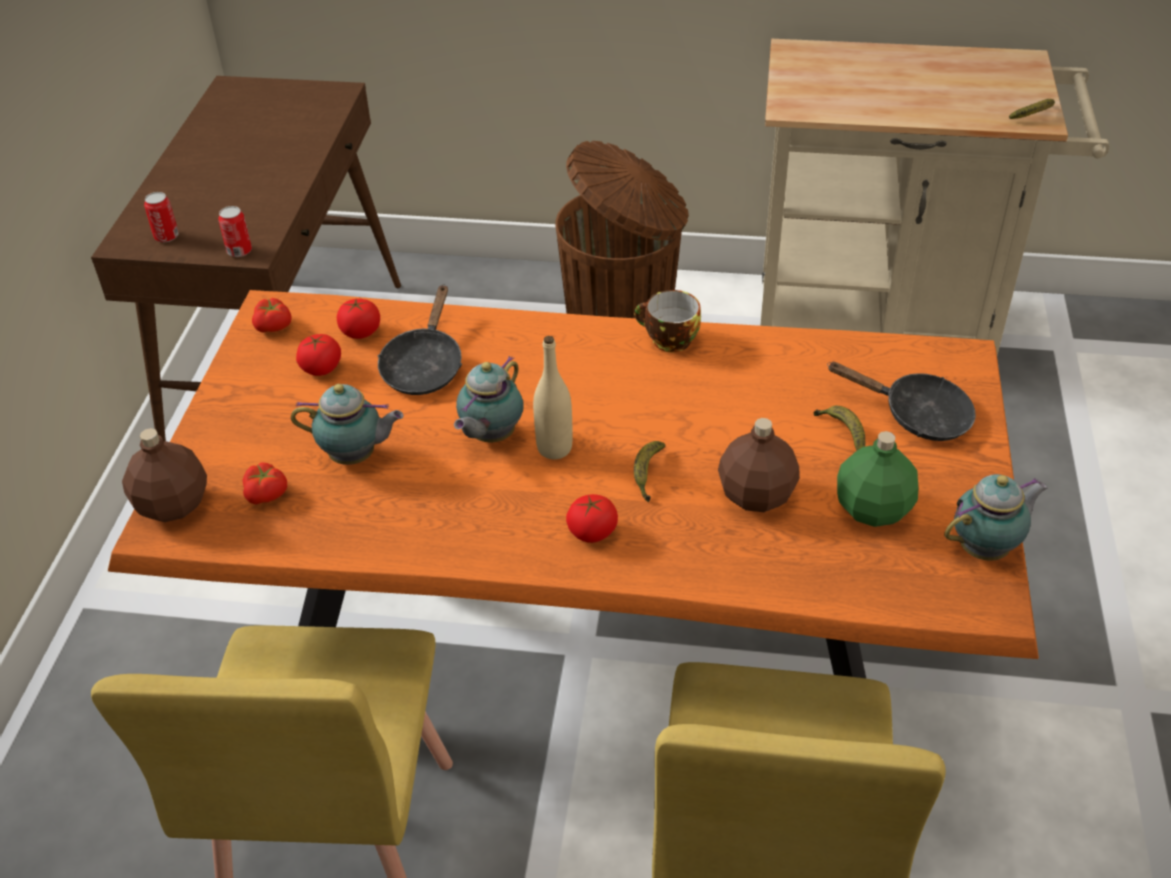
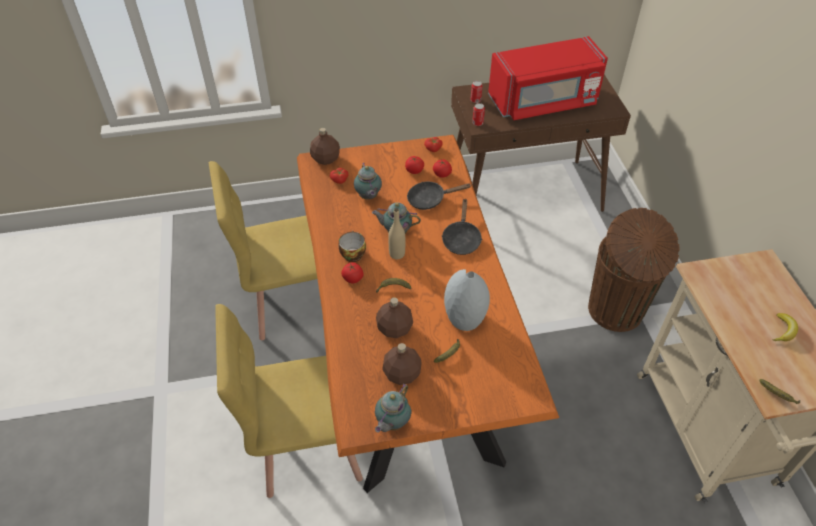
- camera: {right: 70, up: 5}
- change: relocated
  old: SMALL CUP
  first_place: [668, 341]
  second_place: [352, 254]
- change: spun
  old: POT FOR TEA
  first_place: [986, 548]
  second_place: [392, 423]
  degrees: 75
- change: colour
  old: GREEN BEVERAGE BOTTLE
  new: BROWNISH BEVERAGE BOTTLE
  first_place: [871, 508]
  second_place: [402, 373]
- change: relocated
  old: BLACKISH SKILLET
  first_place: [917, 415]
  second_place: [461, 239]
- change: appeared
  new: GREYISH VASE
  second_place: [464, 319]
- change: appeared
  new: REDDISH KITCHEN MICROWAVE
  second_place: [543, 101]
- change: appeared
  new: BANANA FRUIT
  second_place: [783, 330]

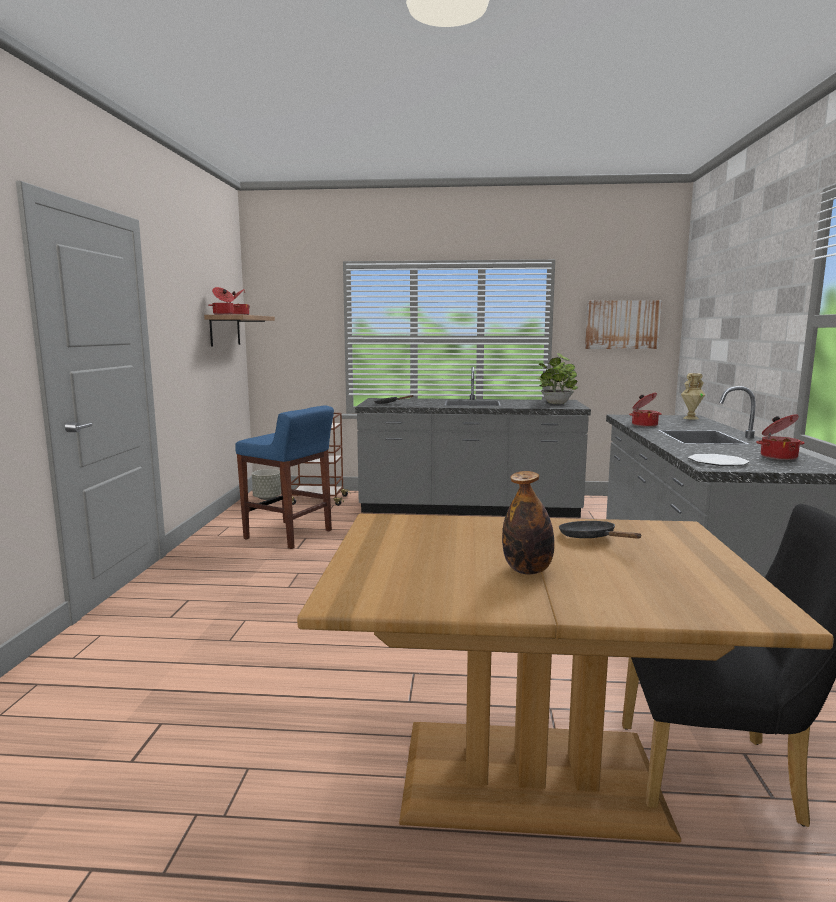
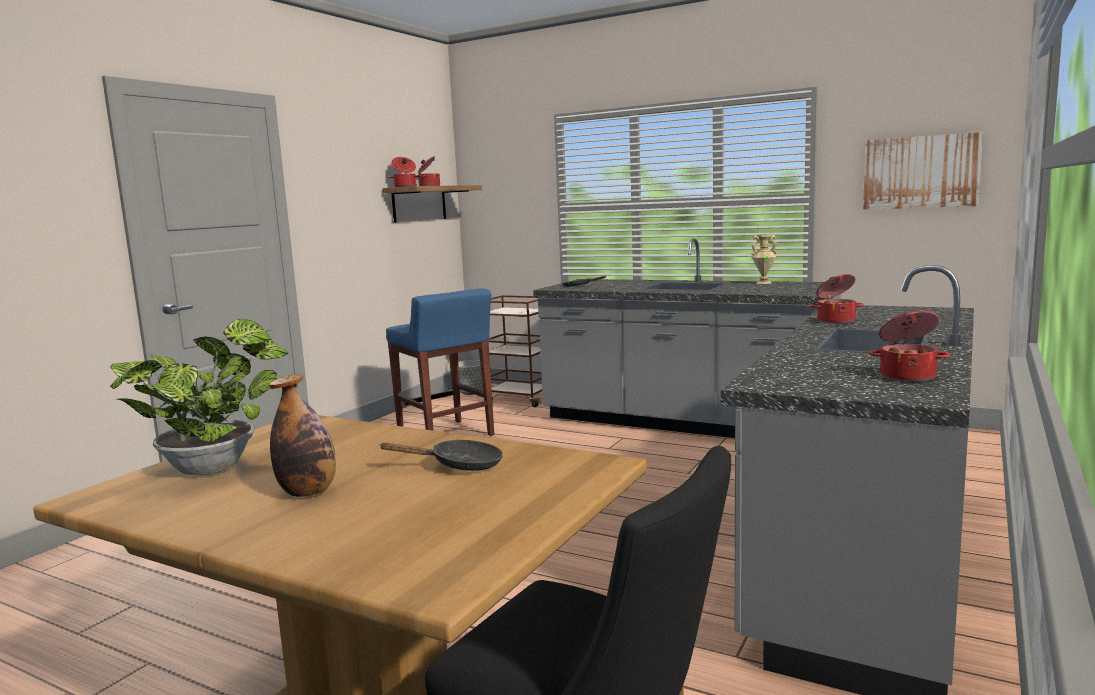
- camera: {right: 25, up: 0}
- change: relocated
  old: PLANT IN A POT
  first_place: [556, 403]
  second_place: [216, 466]
- change: spun
  old: BLACKISH SKILLET
  first_place: [591, 538]
  second_place: [459, 465]
  degrees: 90
- change: relocated
  old: SAND-COLOURED VASE
  first_place: [690, 418]
  second_place: [763, 283]
- change: missing
  old: PLATE
  first_place: [717, 462]

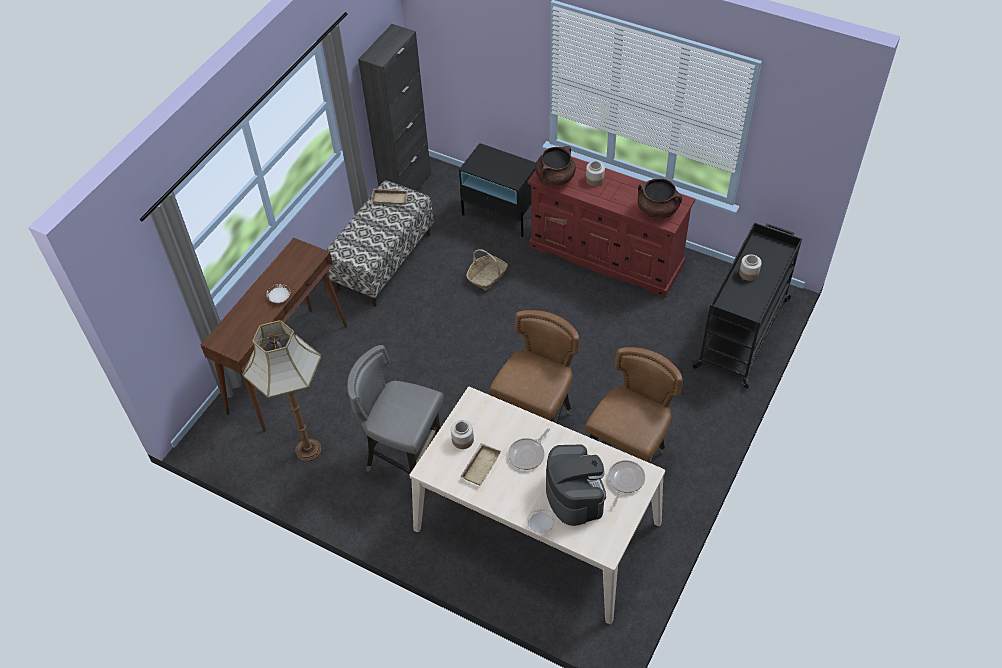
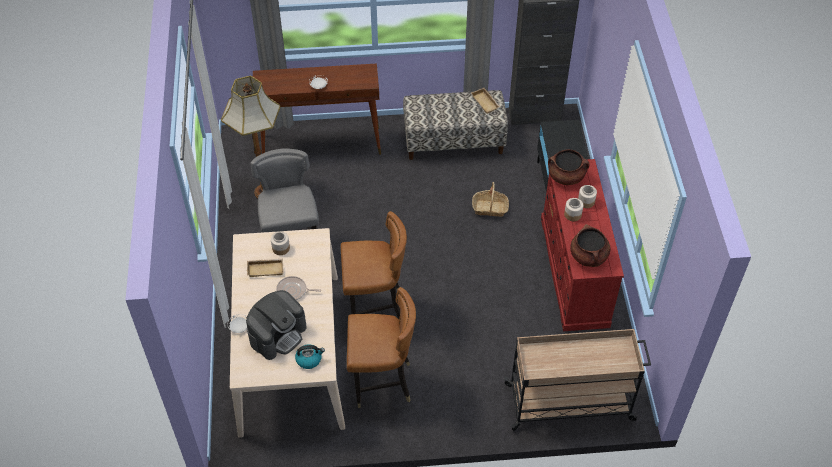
- camera: {right: 55, up: 0}
- change: exchanged
  old: SKILLET
  new: WATER KETTLE
  first_place: [625, 480]
  second_place: [309, 359]
- change: colour
  old: BLACKISH TROLLEY
  new: SAND-COLOURED TROLLEY
  first_place: [743, 332]
  second_place: [571, 402]
- change: relocated
  old: JAR
  first_place: [748, 273]
  second_place: [572, 214]

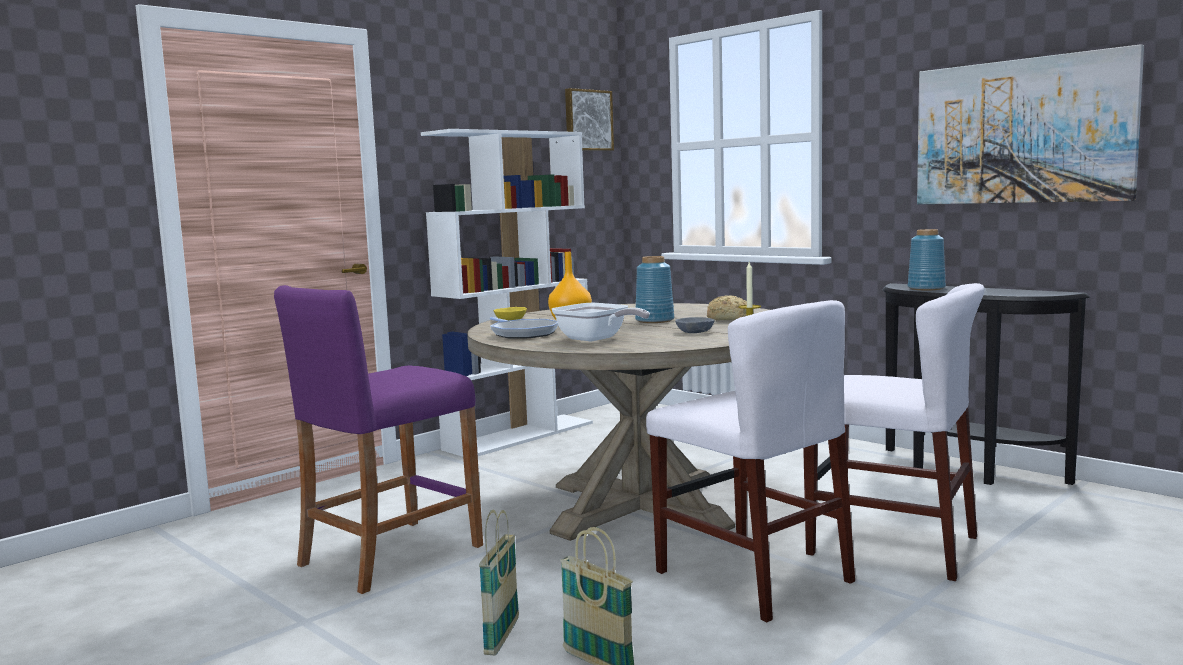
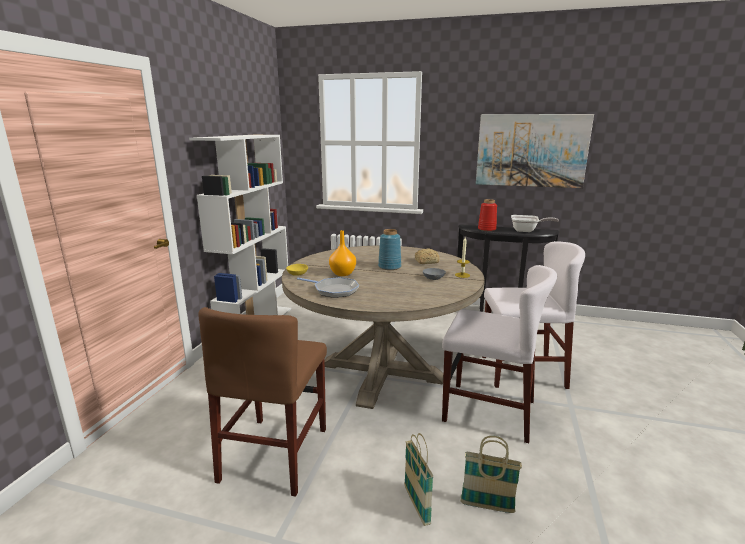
- camera: {right: -30, up: 10}
- change: exchanged
  old: PURPLE-COLOURED SITTING STOOL
  new: BROWNISH PLAIN CHAIR
  first_place: [390, 555]
  second_place: [275, 453]
- change: colour
  old: BLUE VASE
  new: REDDISH VASE
  first_place: [927, 288]
  second_place: [487, 229]
- change: relocated
  old: SKILLET
  first_place: [596, 339]
  second_place: [527, 231]
- change: missing
  old: PICTURE
  first_place: [587, 120]

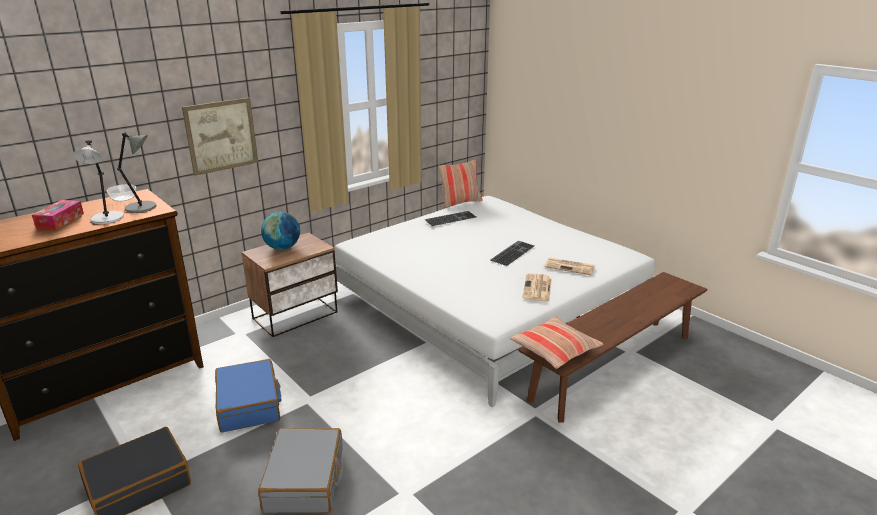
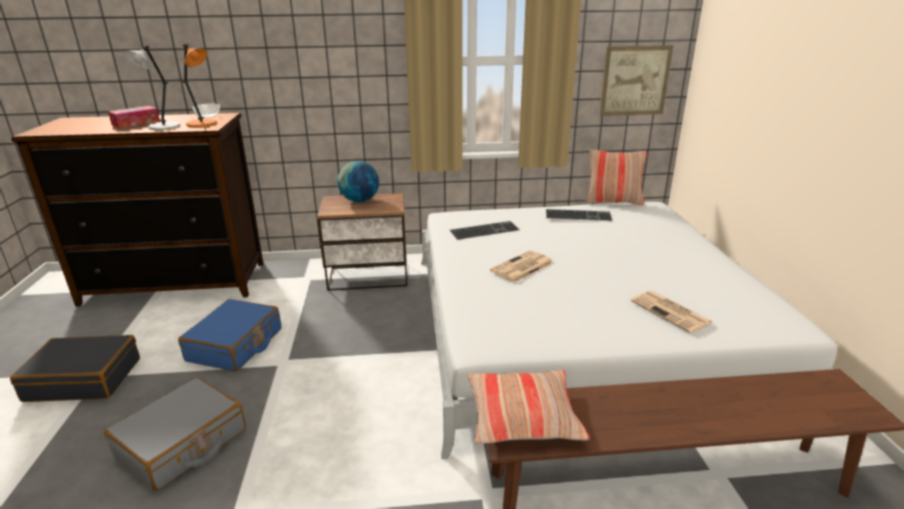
- camera: {right: 35, up: 0}
- change: colour
  old: GREYISH LAMP FOR A TABLE
  new: ORANGE LAMP FOR A TABLE
  first_place: [143, 207]
  second_place: [203, 124]
- change: relocated
  old: COMPUTER KEYBOARD
  first_place: [512, 252]
  second_place: [484, 230]
- change: relocated
  old: PRINTED PAPER
  first_place: [537, 288]
  second_place: [522, 267]
- change: relocated
  old: PICTURE
  first_place: [221, 136]
  second_place: [635, 81]

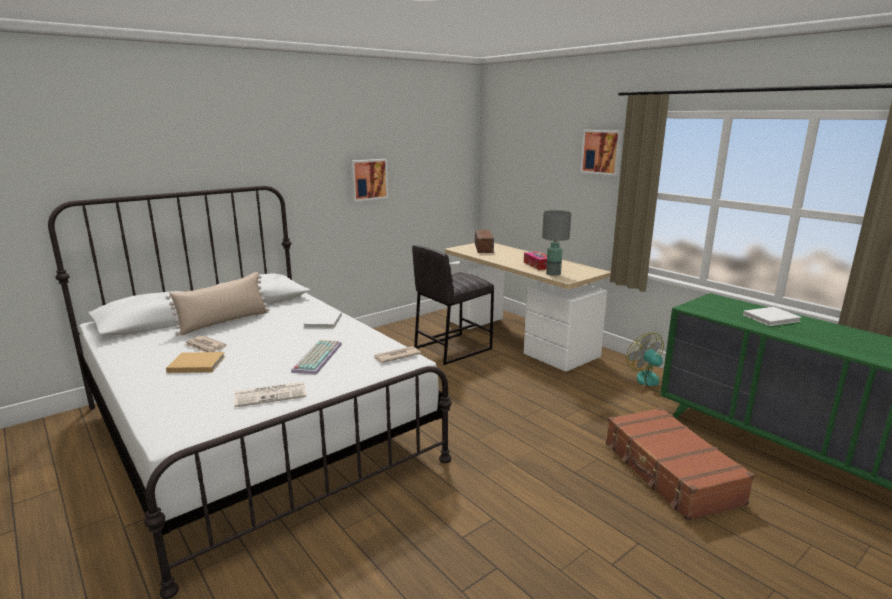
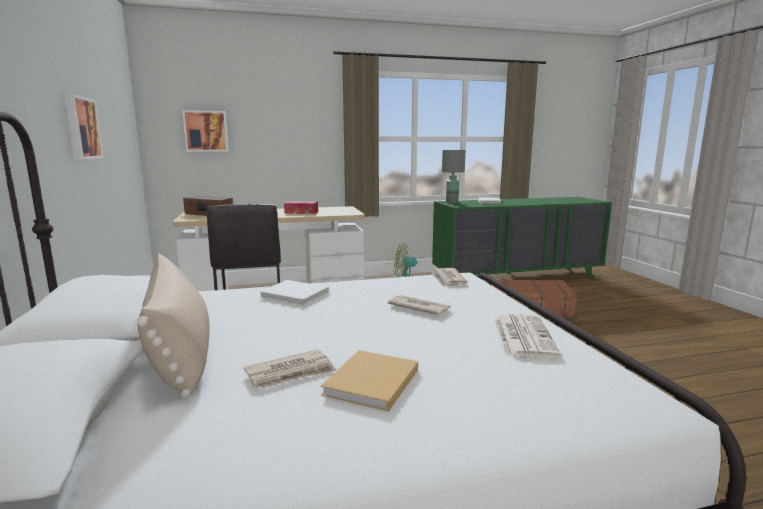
- camera: {right: -65, up: -5}
- change: relocated
  old: PICTURE
  first_place: [602, 152]
  second_place: [206, 131]
- change: exchanged
  old: COMPUTER KEYBOARD
  new: PRINTED PAPER
  first_place: [316, 357]
  second_place: [418, 307]
- change: relocated
  old: GREYISH LAMP FOR A TABLE
  first_place: [553, 273]
  second_place: [452, 202]

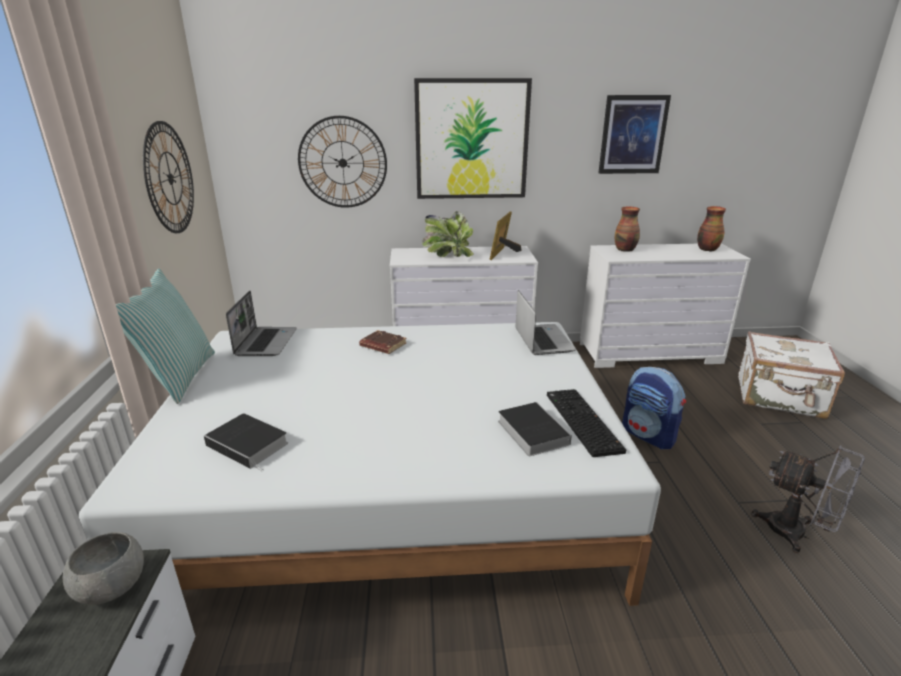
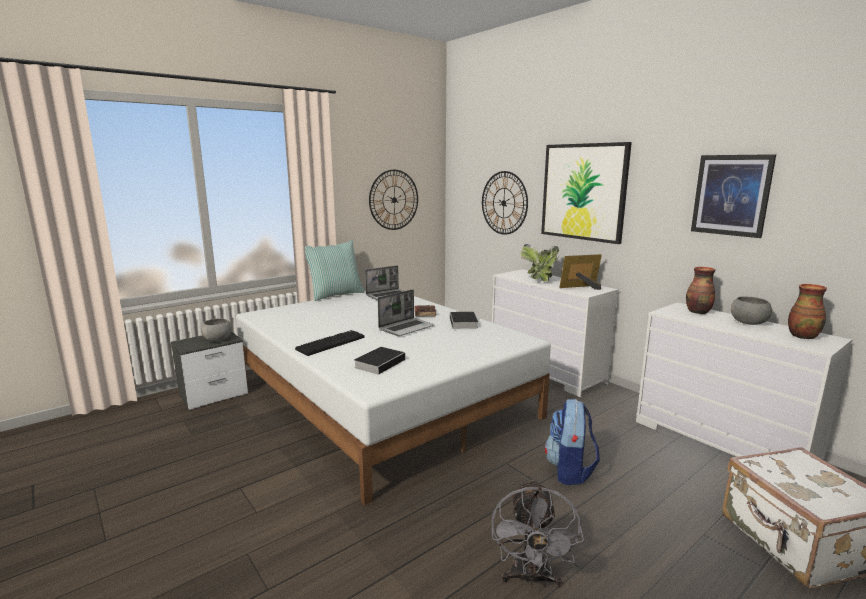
- camera: {right: 55, up: -10}
- change: relocated
  old: COMPUTER KEYBOARD
  first_place: [580, 422]
  second_place: [331, 343]
- change: relocated
  old: NOTEBOOK COMPUTER
  first_place: [542, 340]
  second_place: [406, 328]
- change: relocated
  old: BOUND BOOK
  first_place: [249, 445]
  second_place: [463, 323]
- change: appeared
  new: GREYISH BOWL
  second_place: [748, 322]

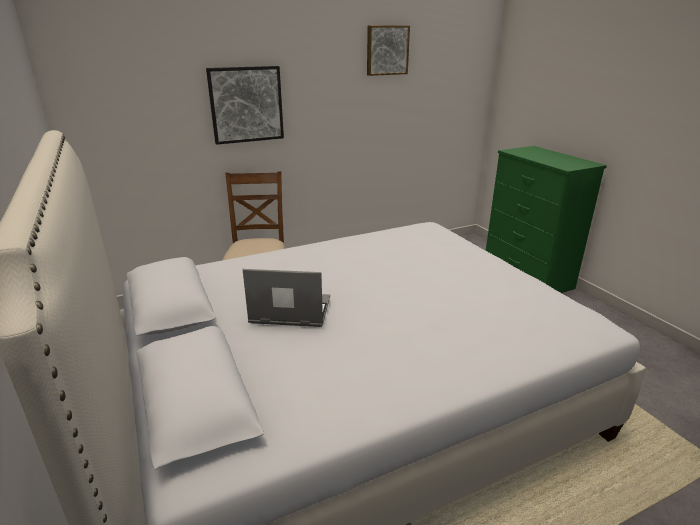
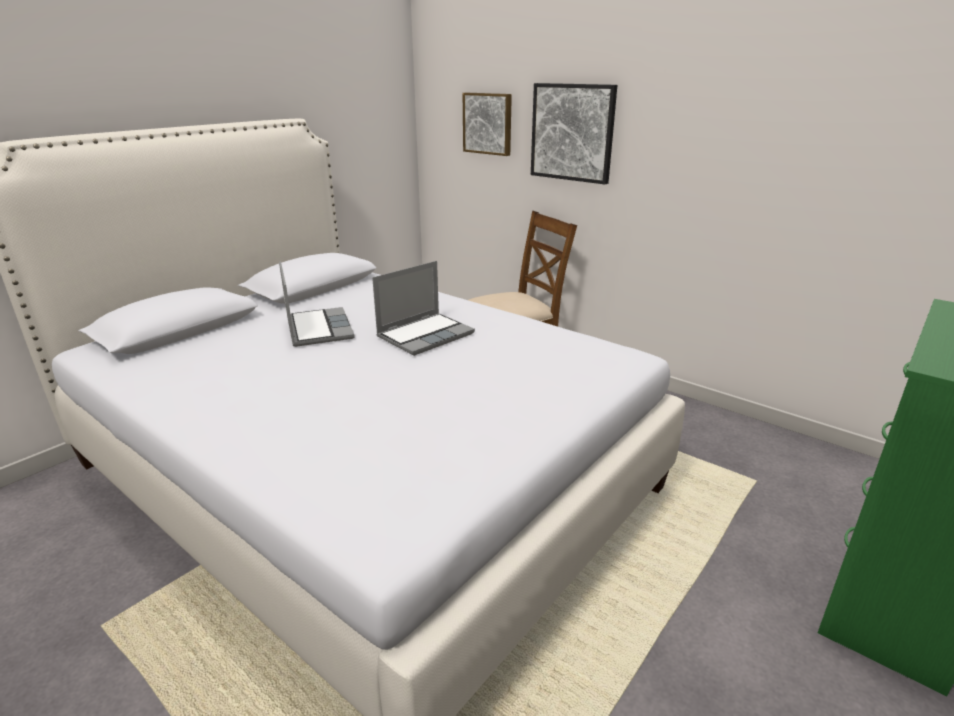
- camera: {right: 65, up: 0}
- change: appeared
  new: NOTEBOOK COMPUTER
  second_place: [425, 335]
- change: relocated
  old: PICTURE
  first_place: [387, 50]
  second_place: [488, 123]

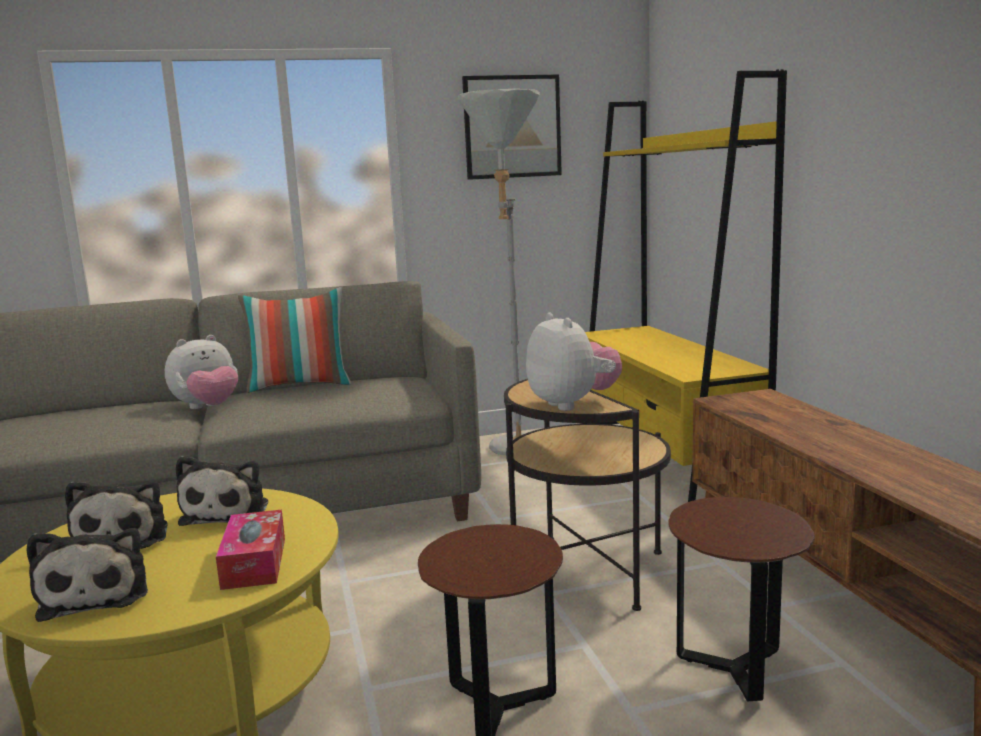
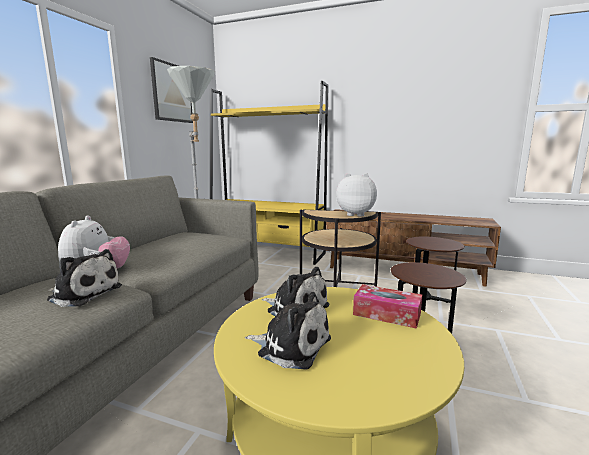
- camera: {right: -55, up: 0}
- change: relocated
  old: PLUSH TOY
  first_place: [97, 594]
  second_place: [83, 293]
- change: missing
  old: THROW PILLOW
  first_place: [300, 386]

